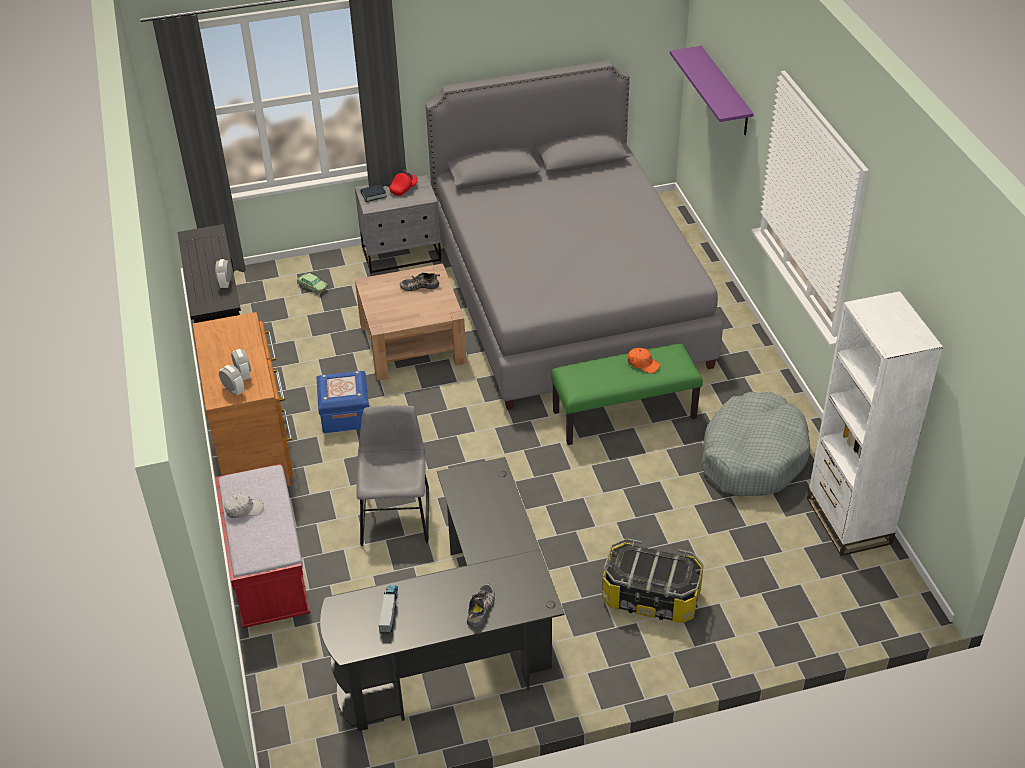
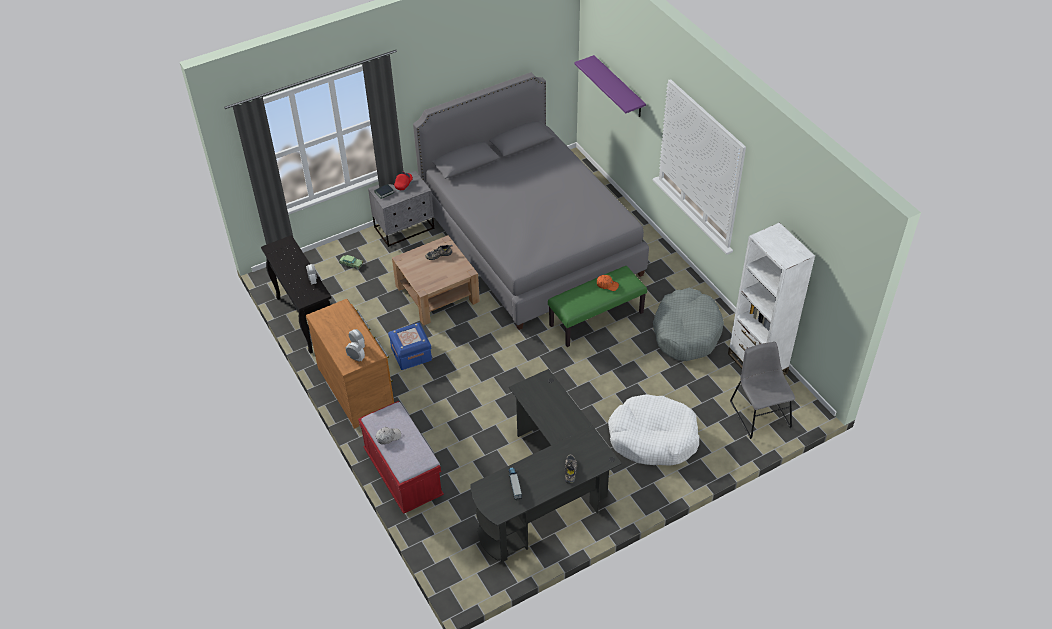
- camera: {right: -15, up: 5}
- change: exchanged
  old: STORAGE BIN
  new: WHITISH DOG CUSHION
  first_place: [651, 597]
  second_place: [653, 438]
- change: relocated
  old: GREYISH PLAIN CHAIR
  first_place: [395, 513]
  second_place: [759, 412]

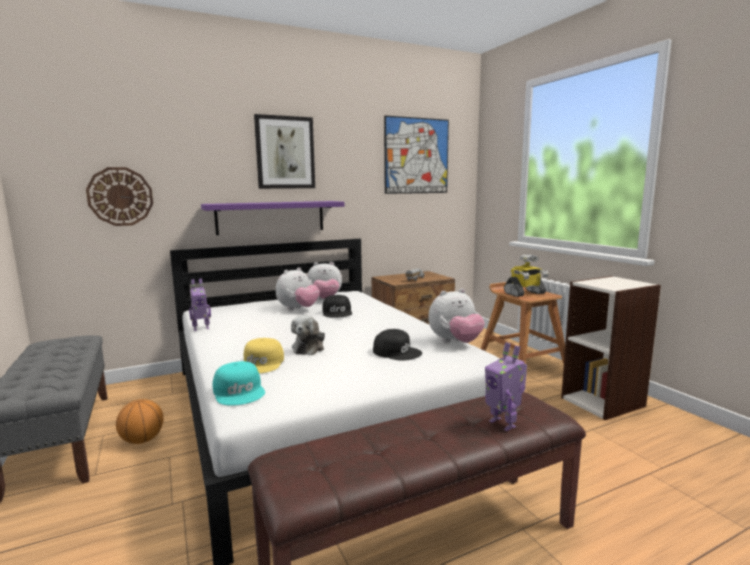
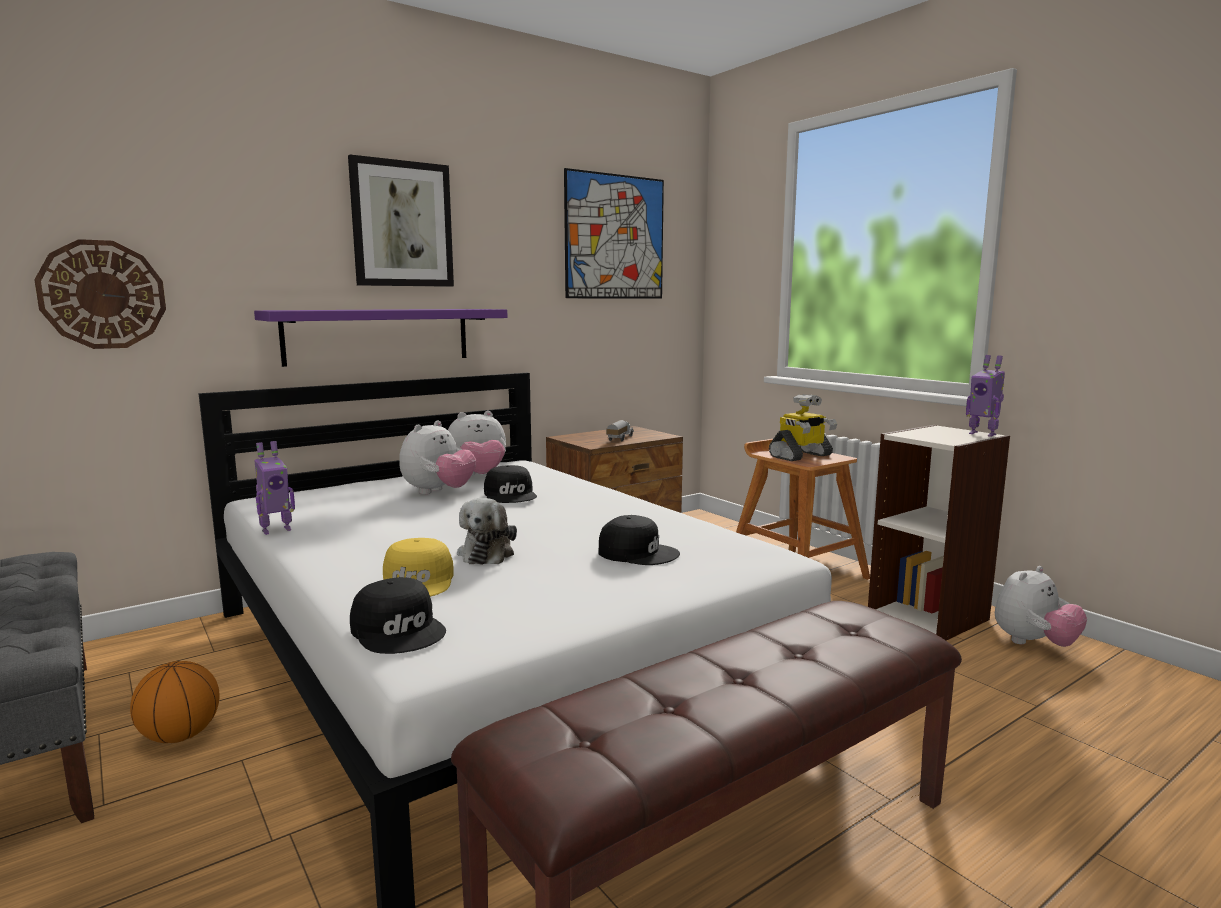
- camera: {right: -10, up: 0}
- change: colour
  old: TURQUOISE PEAKED CAP
  new: BLACKISH PEAKED CAP
  first_place: [240, 391]
  second_place: [399, 630]
- change: relocated
  old: TOY ROBOT
  first_place: [503, 423]
  second_place: [983, 434]
- change: relocated
  old: PLUSH TOY
  first_place: [455, 342]
  second_place: [1033, 643]

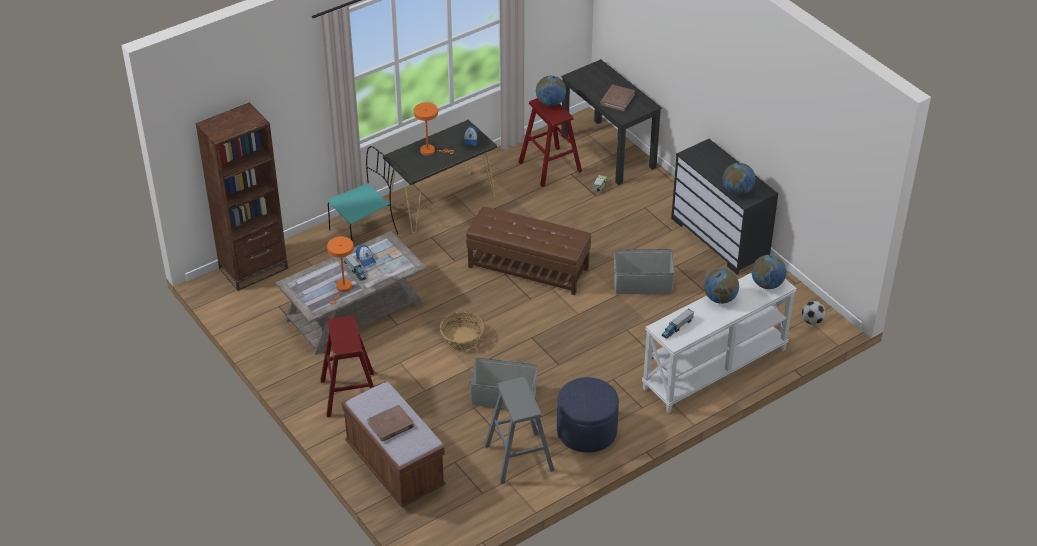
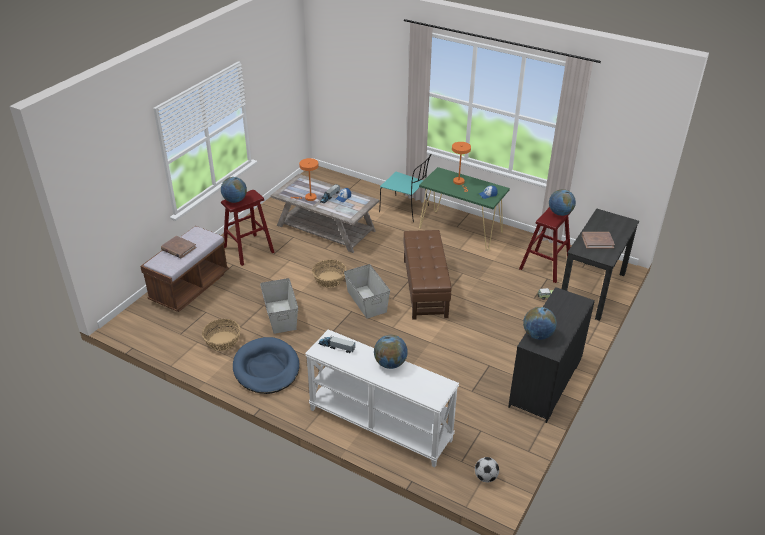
- camera: {right: 65, up: -5}
- change: exchanged
  old: GREYISH SITTING STOOL
  new: BASKET
  first_place: [519, 458]
  second_place: [222, 341]
- change: relocated
  old: WORLD GLOBE
  first_place: [767, 284]
  second_place: [235, 200]
- change: exchanged
  old: BLUE FOOTREST
  new: BLUE DOG CUSHION
  first_place: [586, 431]
  second_place: [266, 368]
- change: relocated
  old: GREYISH STORAGE BIN
  first_place: [642, 284]
  second_place: [367, 301]
- change: colour
  old: BLACKISH NARROW TABLE
  new: GREEN NARROW TABLE
  first_place: [442, 202]
  second_place: [461, 230]
- change: missing
  old: BROWNISH BOOKCASE
  first_place: [253, 268]

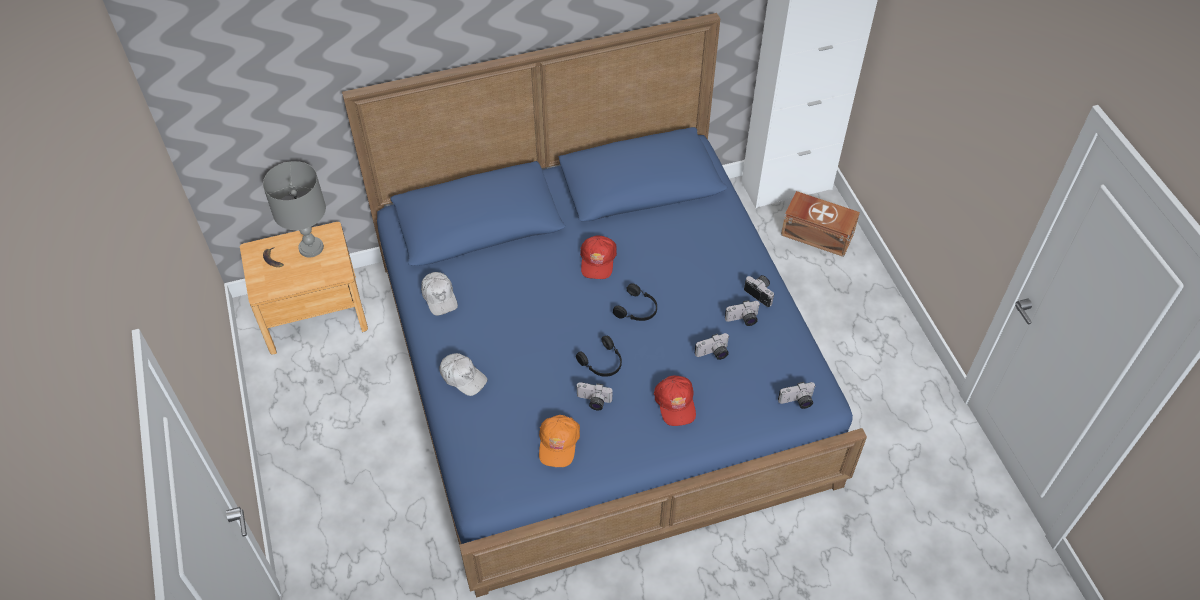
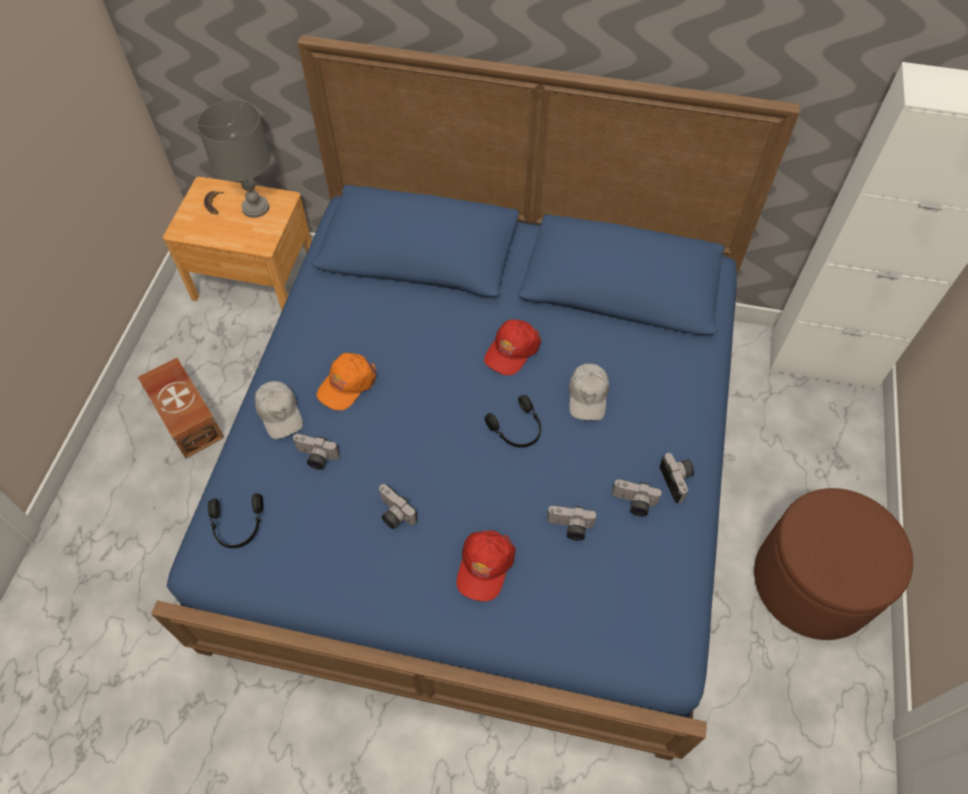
- camera: {right: 30, up: 5}
- change: relocated
  old: BROWNISH STORAGE BIN
  first_place: [816, 233]
  second_place: [188, 416]
- change: relocated
  old: BLACKISH HEADPHONES
  first_place: [602, 363]
  second_place: [238, 525]
- change: relocated
  old: STILL CAMERA
  first_place: [797, 402]
  second_place: [315, 458]
- change: relocated
  old: ORANGE PEAKED CAP
  first_place: [558, 443]
  second_place: [347, 384]
- change: relocated
  old: WHITISH PEAKED CAP
  first_place: [439, 297]
  second_place: [588, 396]
- change: appeared
  new: BROWNISH FOOTREST
  second_place: [812, 582]

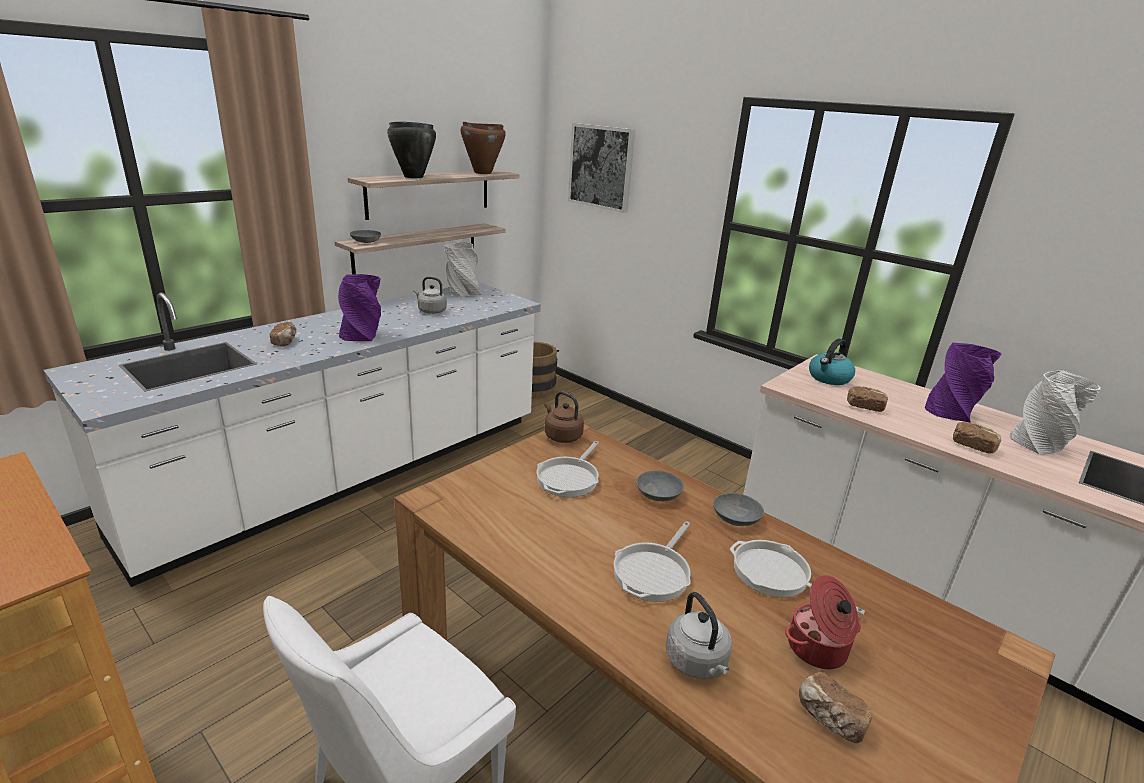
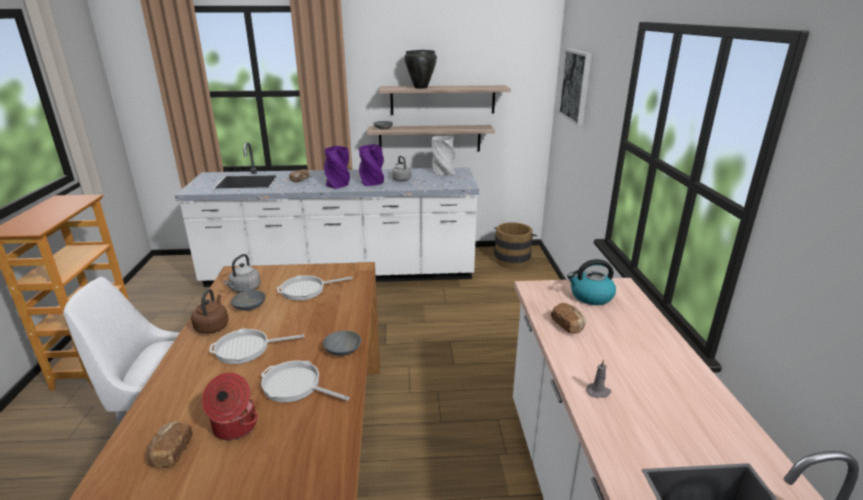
- camera: {right: 45, up: 0}
- change: relocated
  old: BROWNISH WATER KETTLE
  first_place: [561, 436]
  second_place: [212, 326]
- change: relocated
  old: GREYISH WATER KETTLE
  first_place: [697, 663]
  second_place: [244, 289]
- change: relocated
  old: GREYISH BOWL
  first_place: [658, 493]
  second_place: [250, 306]
- change: spun
  old: SKILLET
  first_place: [776, 576]
  second_place: [295, 386]
  degrees: -60
- change: relocated
  old: PURPLE-COLOURED VASE
  first_place: [951, 412]
  second_place: [372, 183]
- change: exchanged
  old: BAKERY BREAD
  new: GREYISH WAX LIGHT
  first_place: [972, 446]
  second_place: [598, 392]
- change: missing
  old: BROWNISH STOCKPOT
  first_place: [482, 173]
- change: missing
  old: GREYISH VASE
  first_place: [1039, 445]

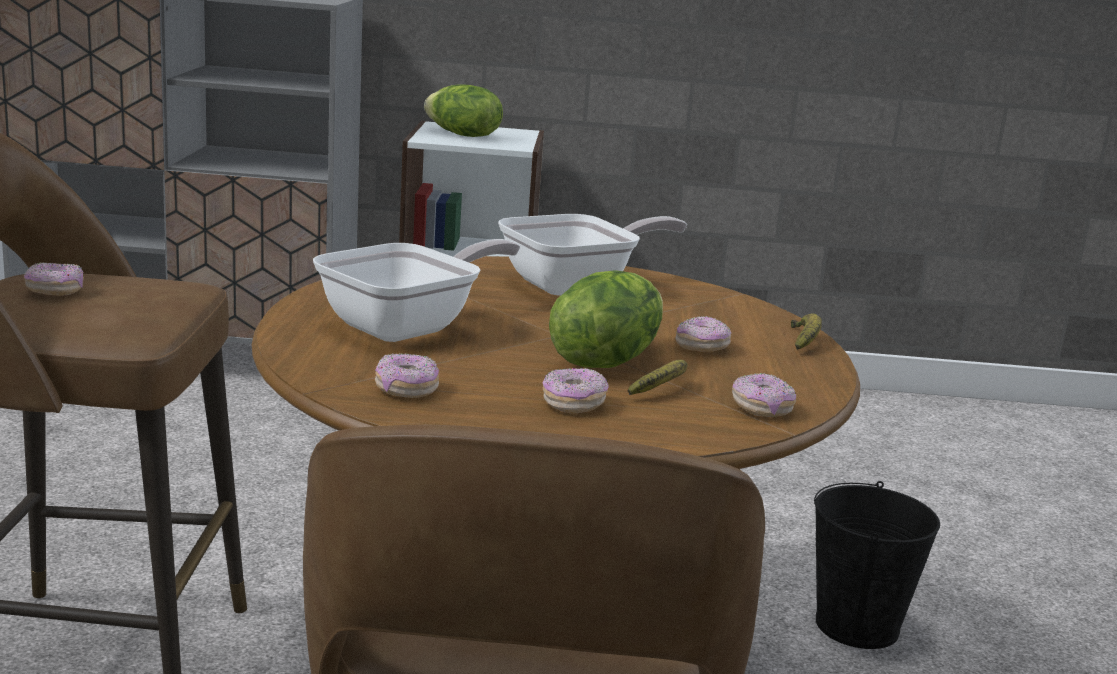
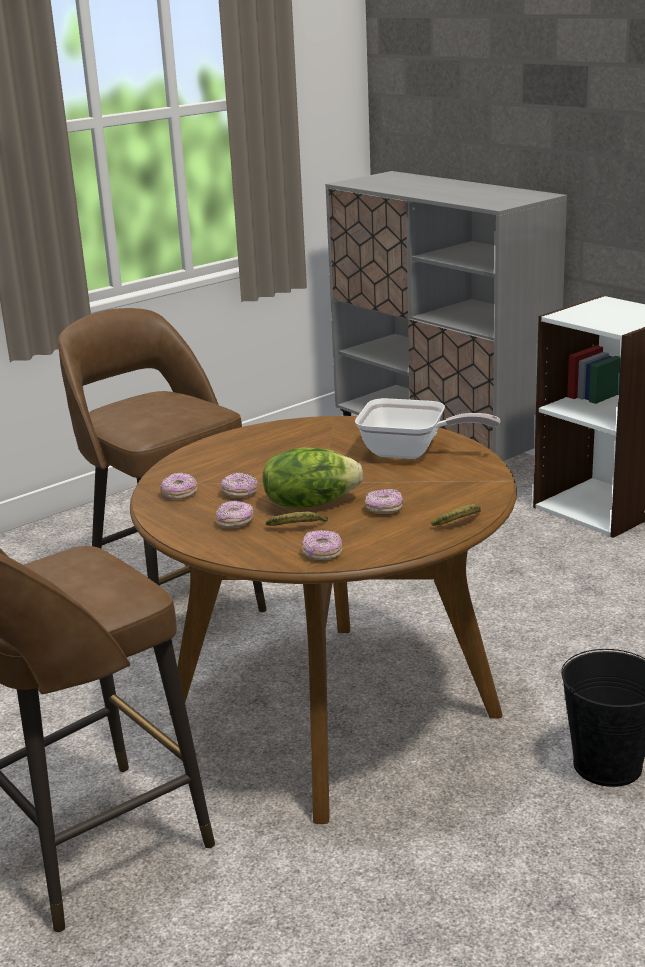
- camera: {right: 50, up: 5}
- change: relocated
  old: DOUGHNUT
  first_place: [55, 292]
  second_place: [240, 493]
- change: missing
  old: SKILLET
  first_place: [410, 326]
- change: missing
  old: HEAD OF LETTUCE
  first_place: [462, 135]

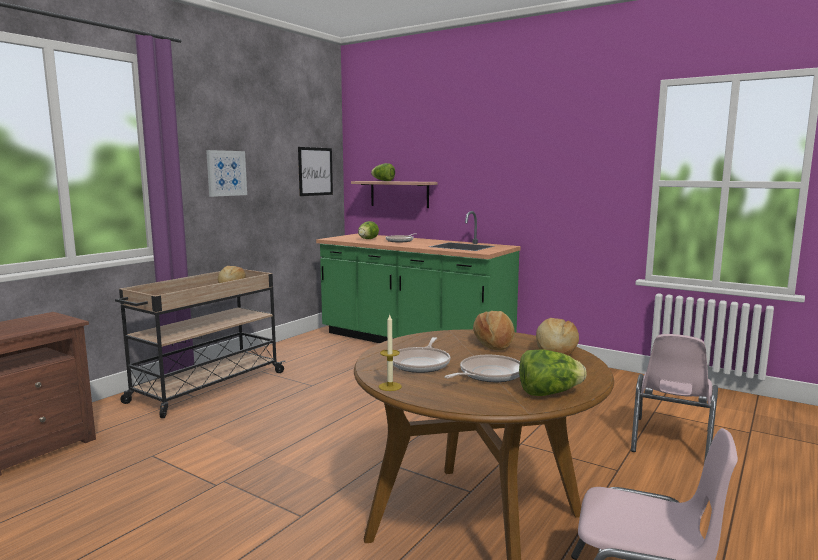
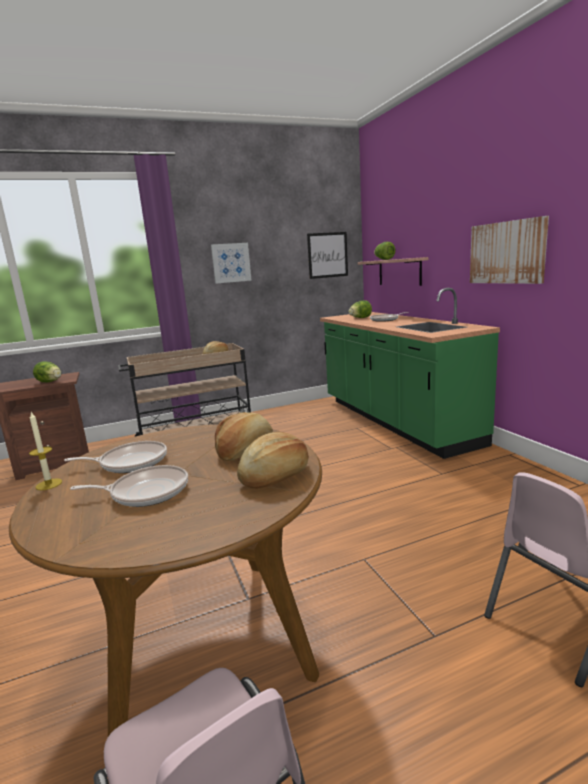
- camera: {right: 35, up: 5}
- change: relocated
  old: HEAD OF LETTUCE
  first_place: [548, 393]
  second_place: [50, 382]
- change: spun
  old: SKILLET
  first_place: [421, 363]
  second_place: [130, 462]
  degrees: -150
- change: appeared
  new: PICTURE
  second_place: [507, 252]

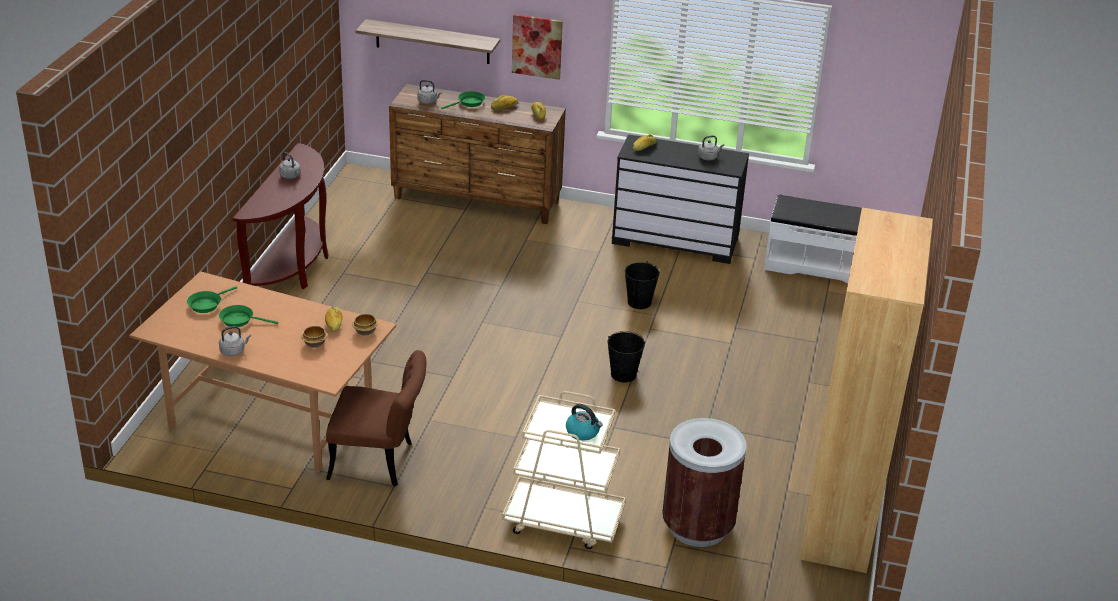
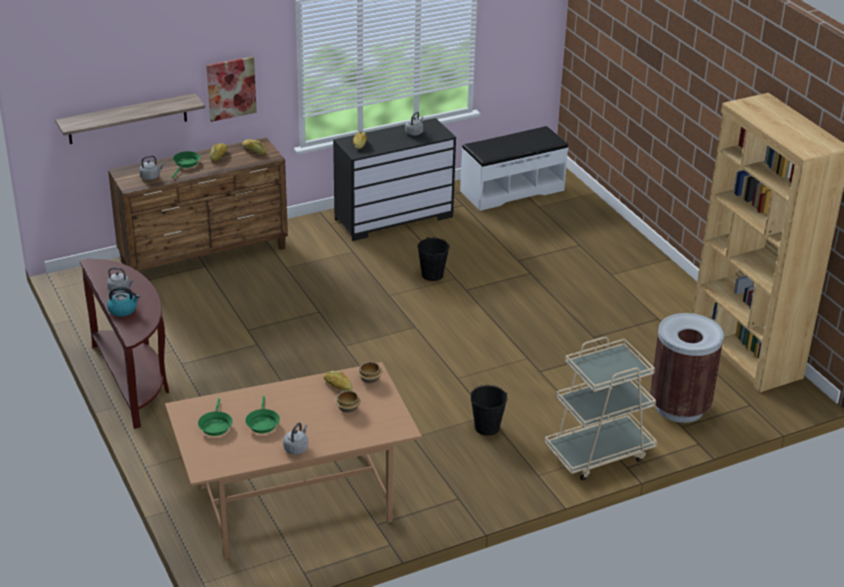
- camera: {right: -40, up: 0}
- change: relocated
  old: WATER KETTLE
  first_place: [583, 432]
  second_place: [123, 309]
- change: spun
  old: GREEN SKILLET
  first_place: [240, 320]
  second_place: [262, 423]
  degrees: -60
- change: relocated
  old: BLACKISH PAIL
  first_place: [623, 374]
  second_place: [487, 427]
- change: missing
  old: BROWNISH PLAIN CHAIR
  first_place: [380, 461]

